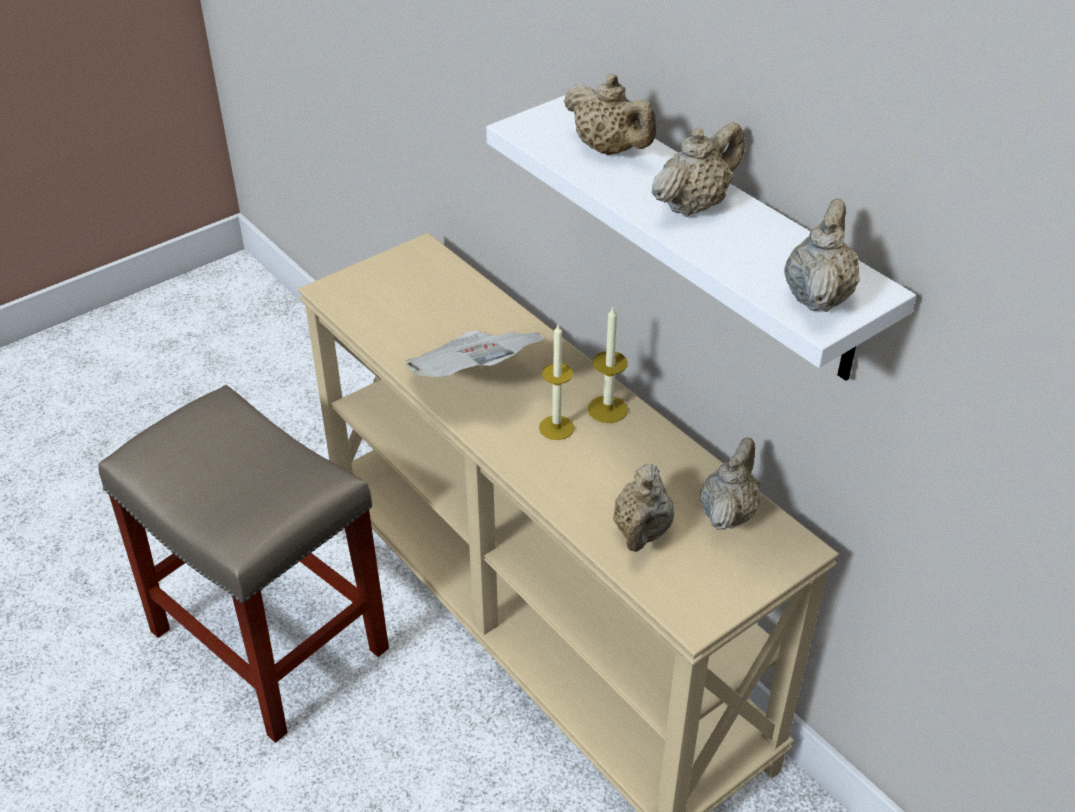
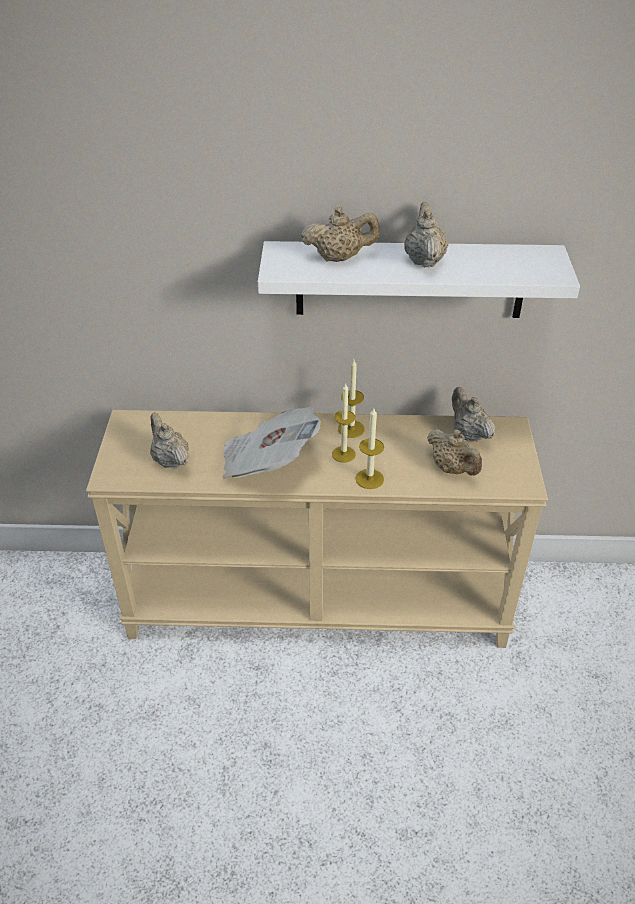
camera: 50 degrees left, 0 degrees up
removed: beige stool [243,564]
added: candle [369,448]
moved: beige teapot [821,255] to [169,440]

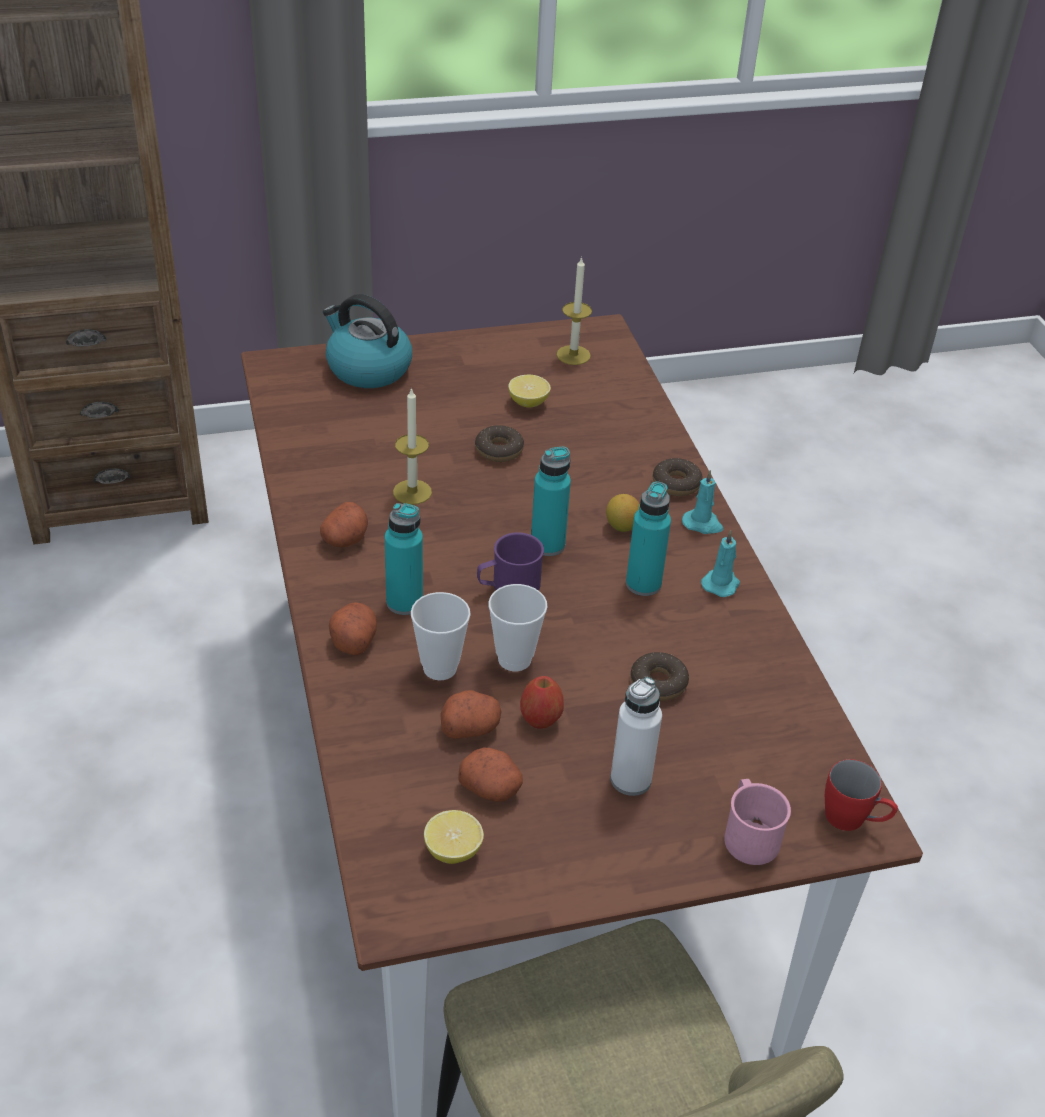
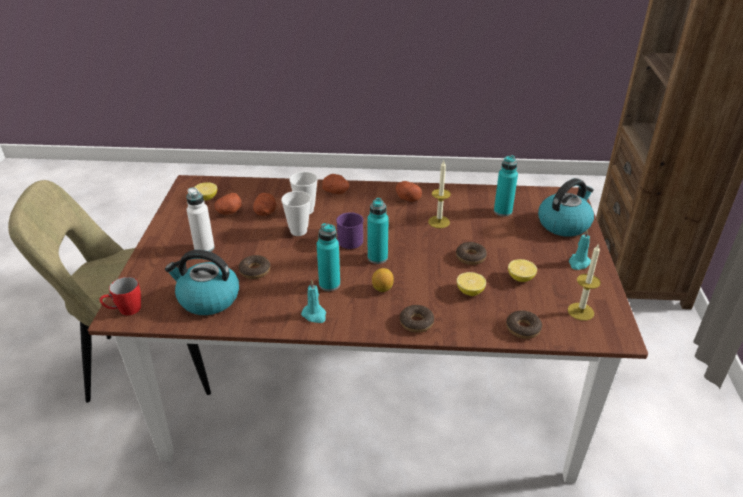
camera: 110 degrees right, 5 degrees down
removed: apple [542,702]; pink mug [757,822]
added: kettle [202,282]; lemon [471,284]; donut [524,324]
moved: turquoise candle [703,502] to [580,249]; turquoise bottle [404,559] to [506,185]

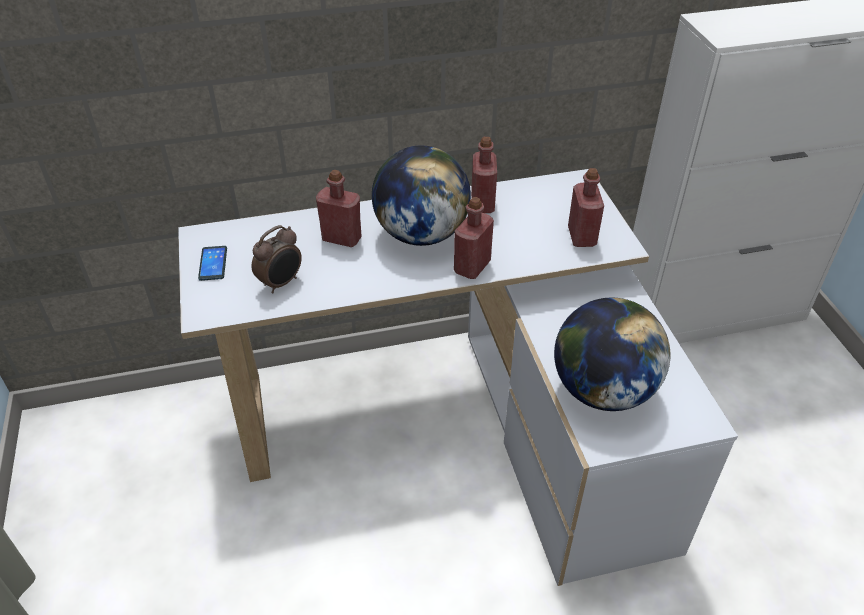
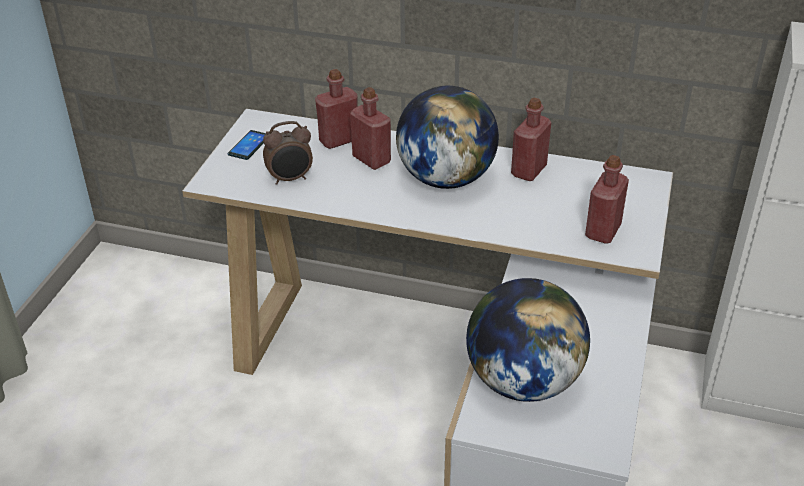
camera: 30 degrees right, 5 degrees down
moved: red bottle [474,238] to [336,109]

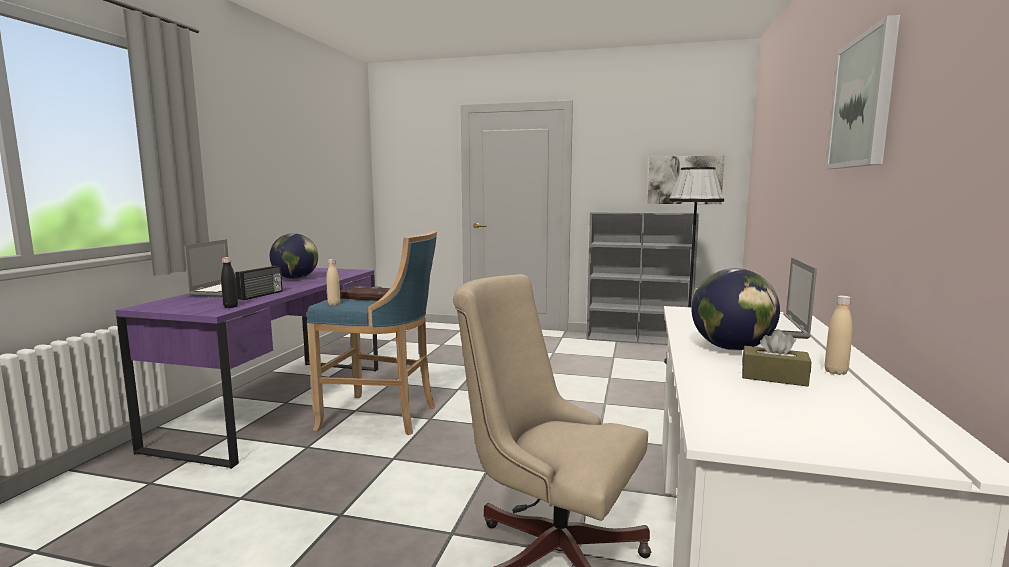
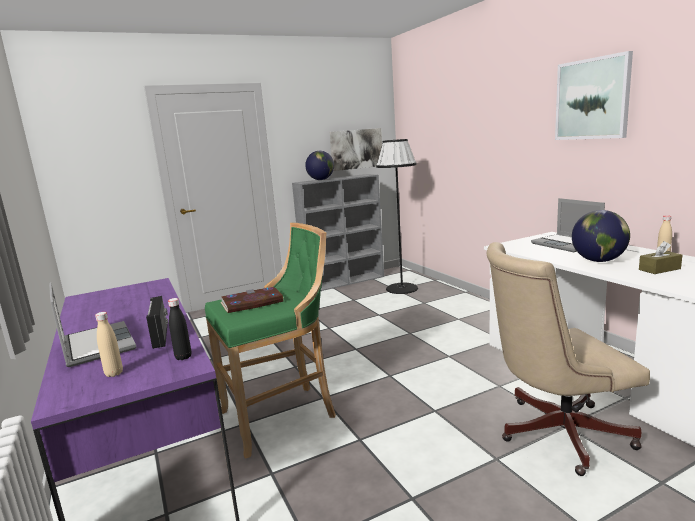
camera: 40 degrees left, 5 degrees up
moved: globe [294,256] to [319,165]; beige bottle [333,282] to [109,344]
recoloured: blue stool [372,333] to green stool [270,341]

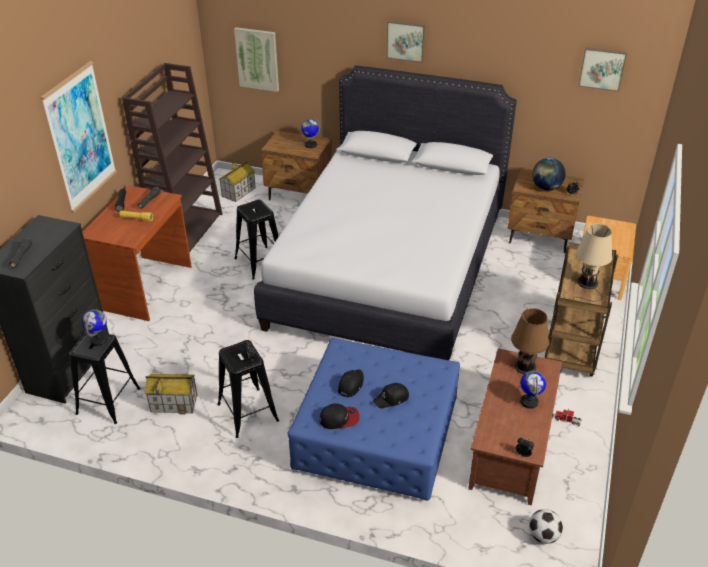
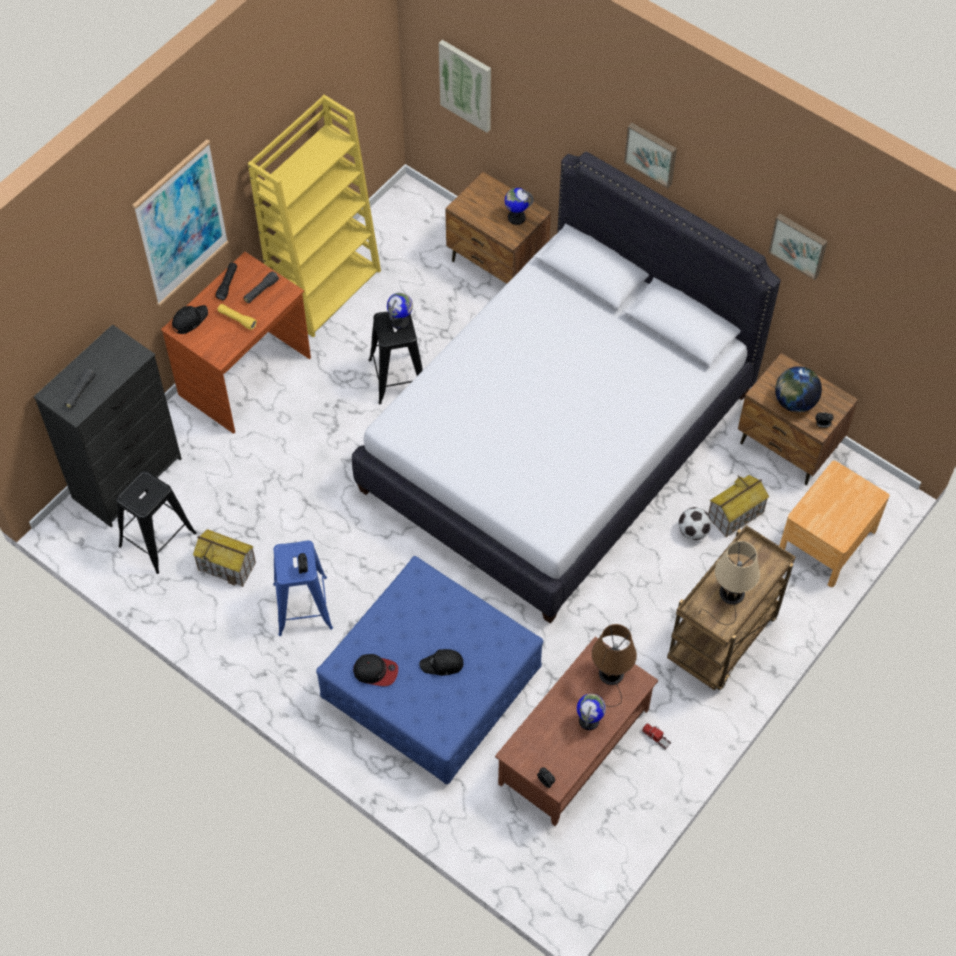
camera: 20 degrees right, 20 degrees up
moved: picture [602,69] to [798,247]; toy house [237,182] to [738,506]; globe [95,327] to [400,311]; black cap [351,383] to [190,319]; football [546,526] to [695,523]
recoloured: brown bookcase [172,157] to yellow bookcase [314,216]; black stool [248,389] to blue stool [303,588]

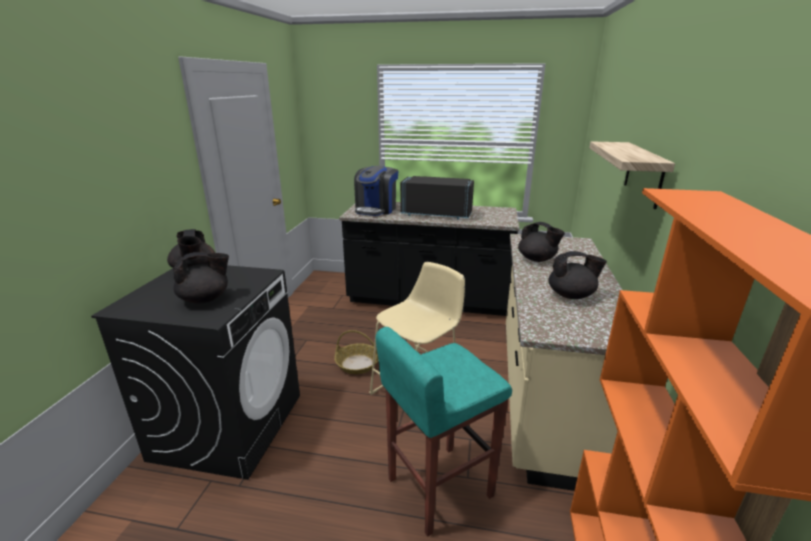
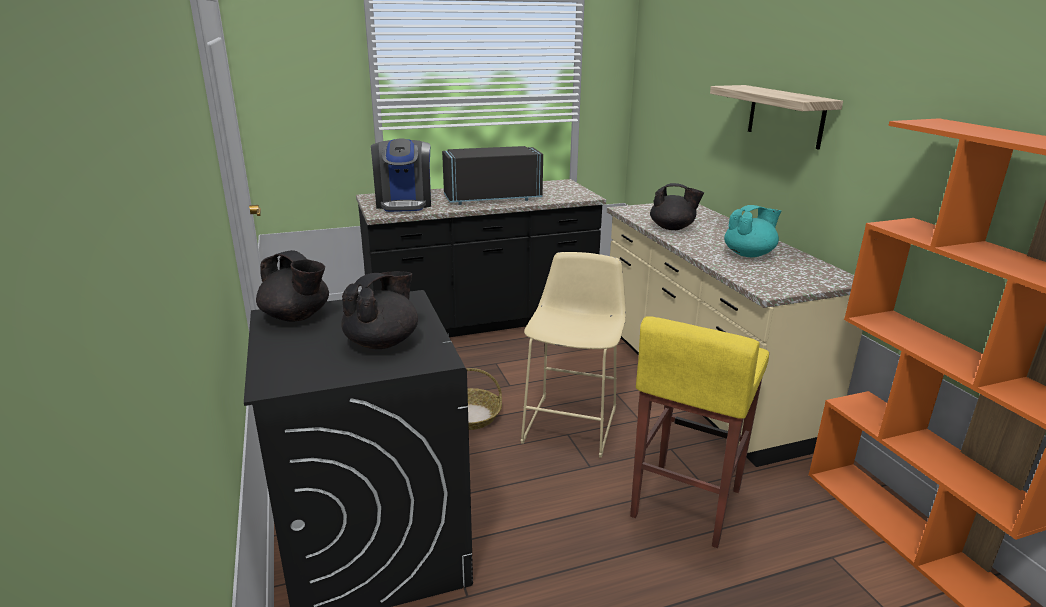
camera: 30 degrees left, 0 degrees up
recoloured: black teapot [578,275] to turquoise teapot [752,231]; turquoise stool [444,432] to yellow stool [699,432]

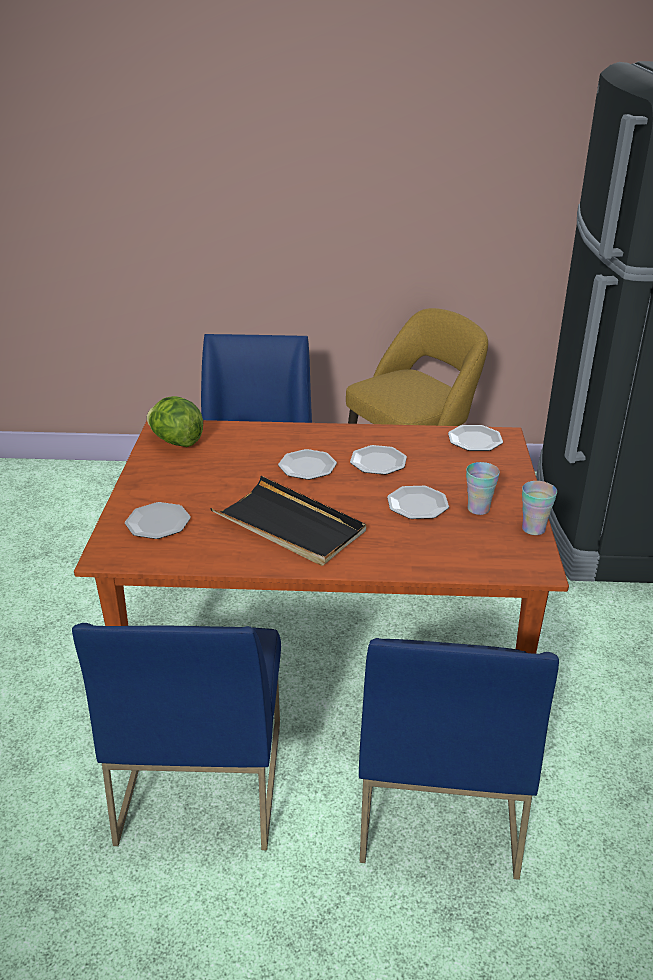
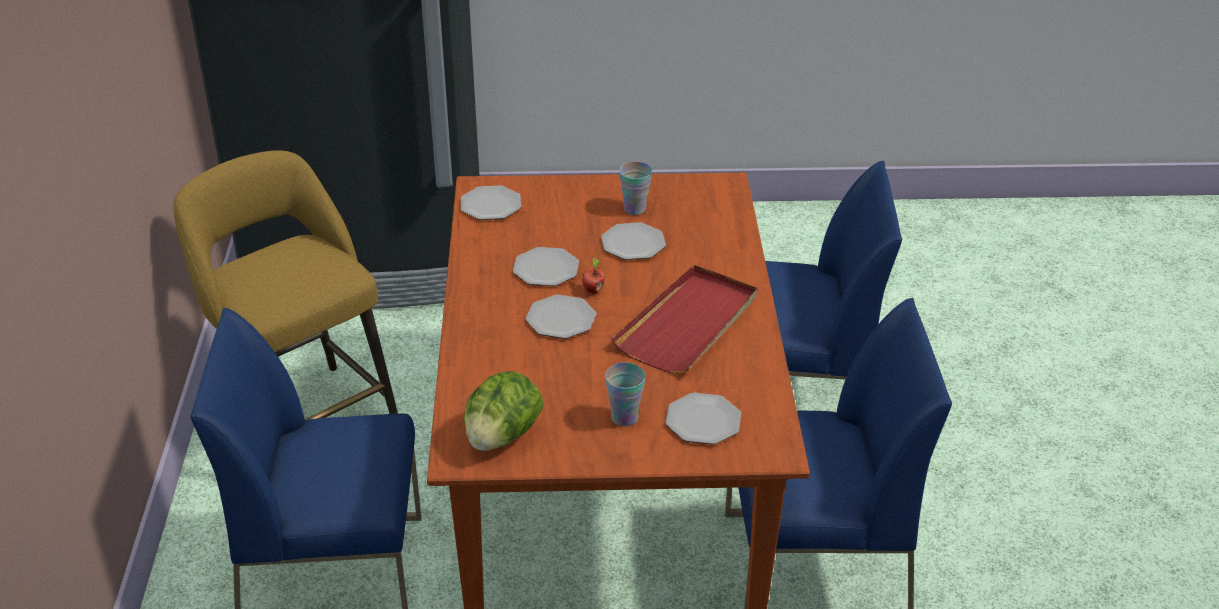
camera: 95 degrees left, 5 degrees up
added: apple [593,275]
moved: cup [539,508] to [625,394]
recoloured: black tray [288,521] to red tray [684,319]

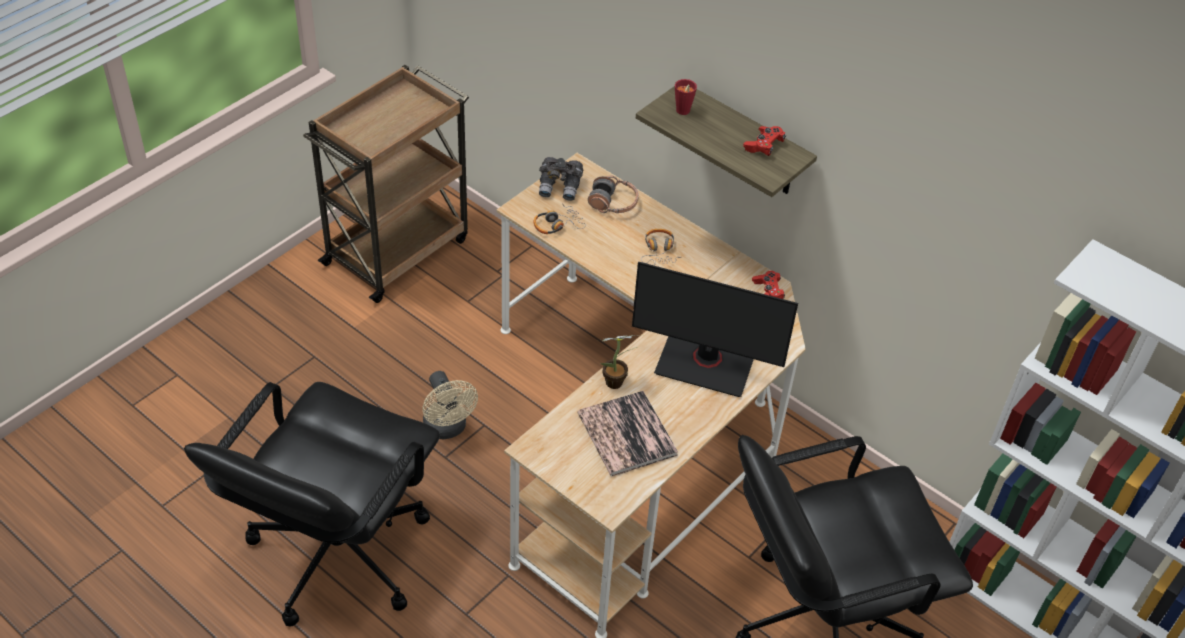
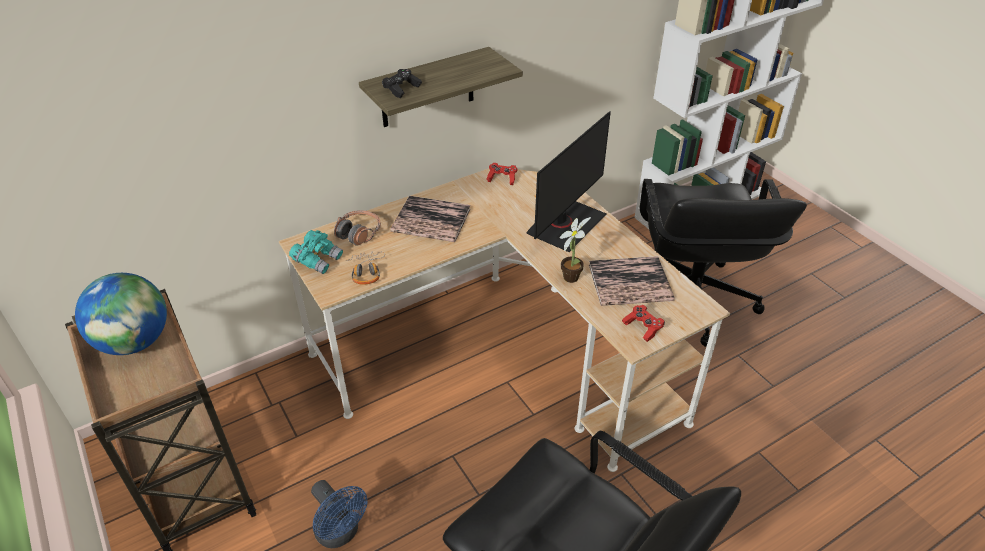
camera: 70 degrees left, 5 degrees down
removed: beige fan [450,405]
added: globe [121,314]; blue fan [339,514]
moved: red game controller [764,141] to [643,323]
replaced: red cup [686,97] to black game controller [402,83]; headphones [661,246] to book [430,219]
recoloured: grey binoculars [561,179] to turquoise binoculars [316,252]

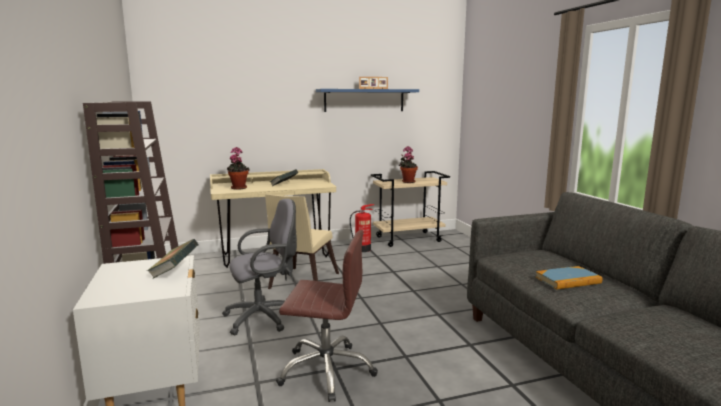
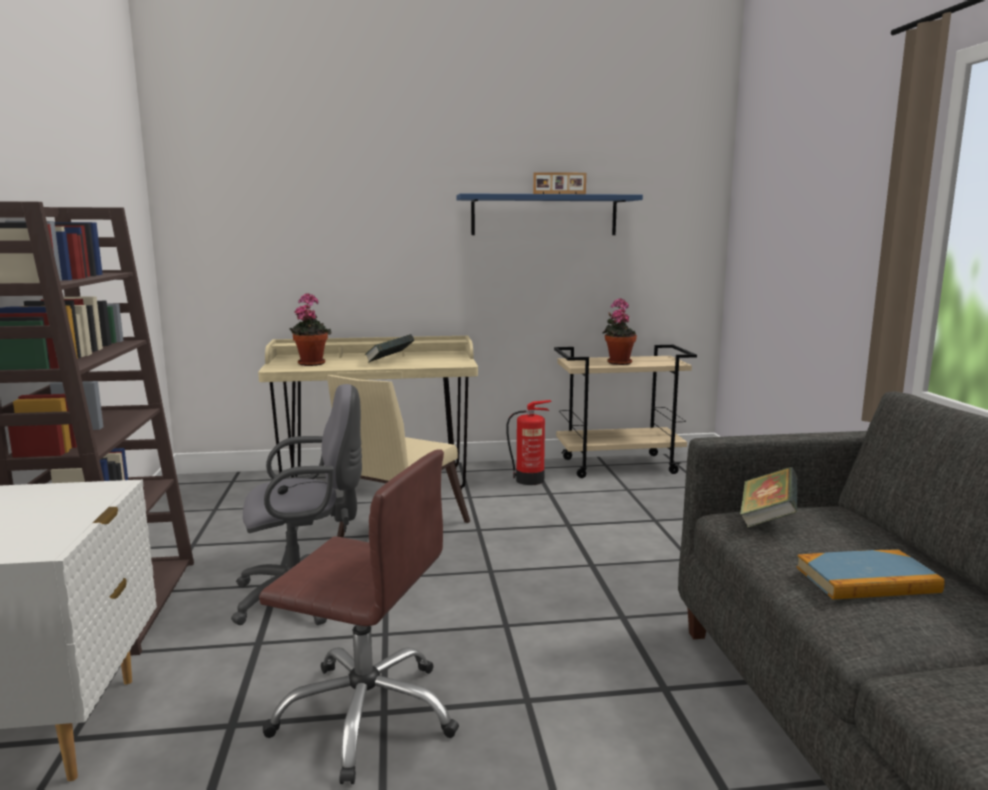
camera: 10 degrees right, 0 degrees up
moved: book [172,258] to [768,497]

